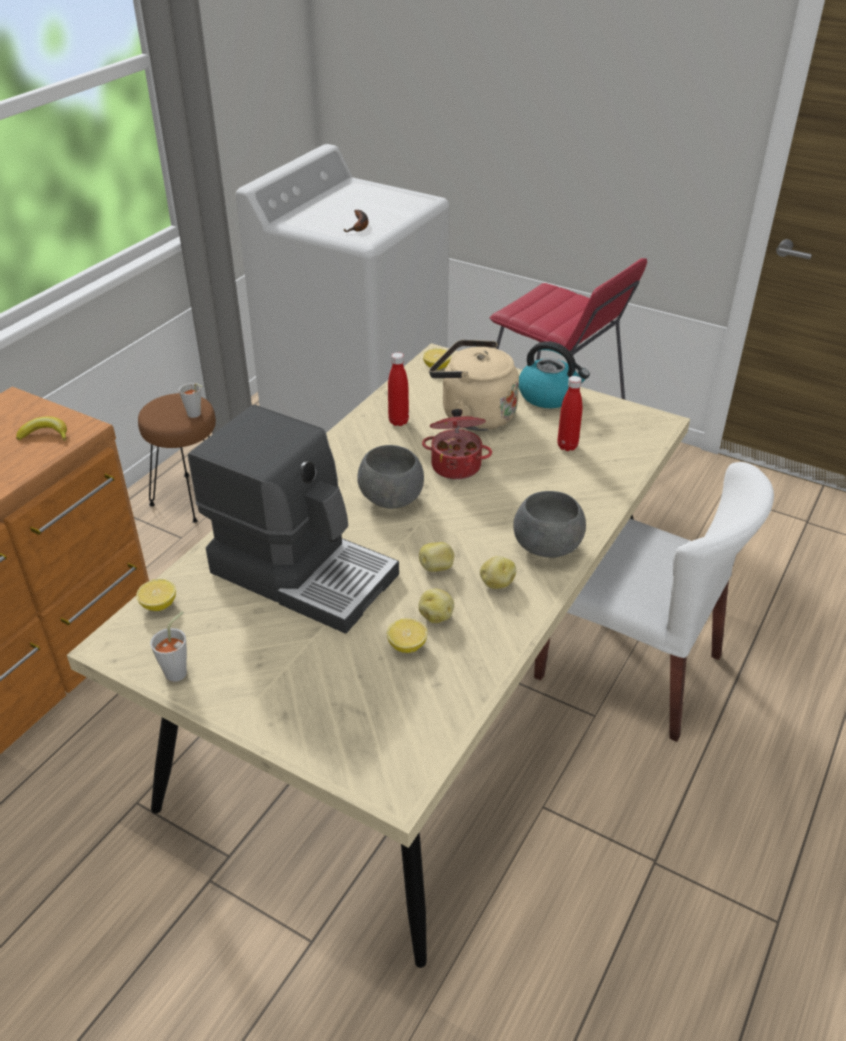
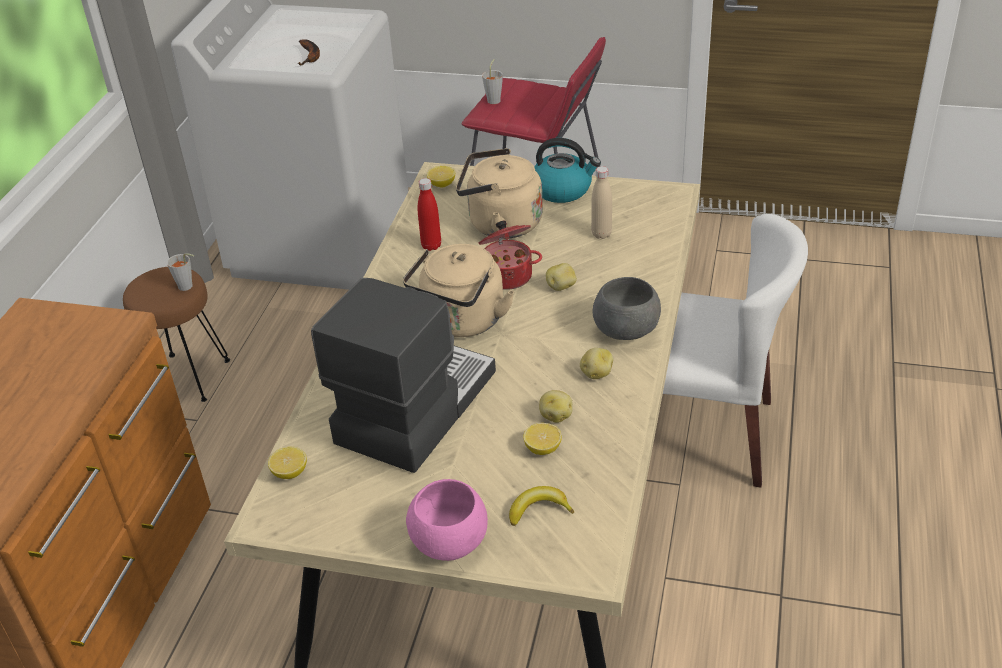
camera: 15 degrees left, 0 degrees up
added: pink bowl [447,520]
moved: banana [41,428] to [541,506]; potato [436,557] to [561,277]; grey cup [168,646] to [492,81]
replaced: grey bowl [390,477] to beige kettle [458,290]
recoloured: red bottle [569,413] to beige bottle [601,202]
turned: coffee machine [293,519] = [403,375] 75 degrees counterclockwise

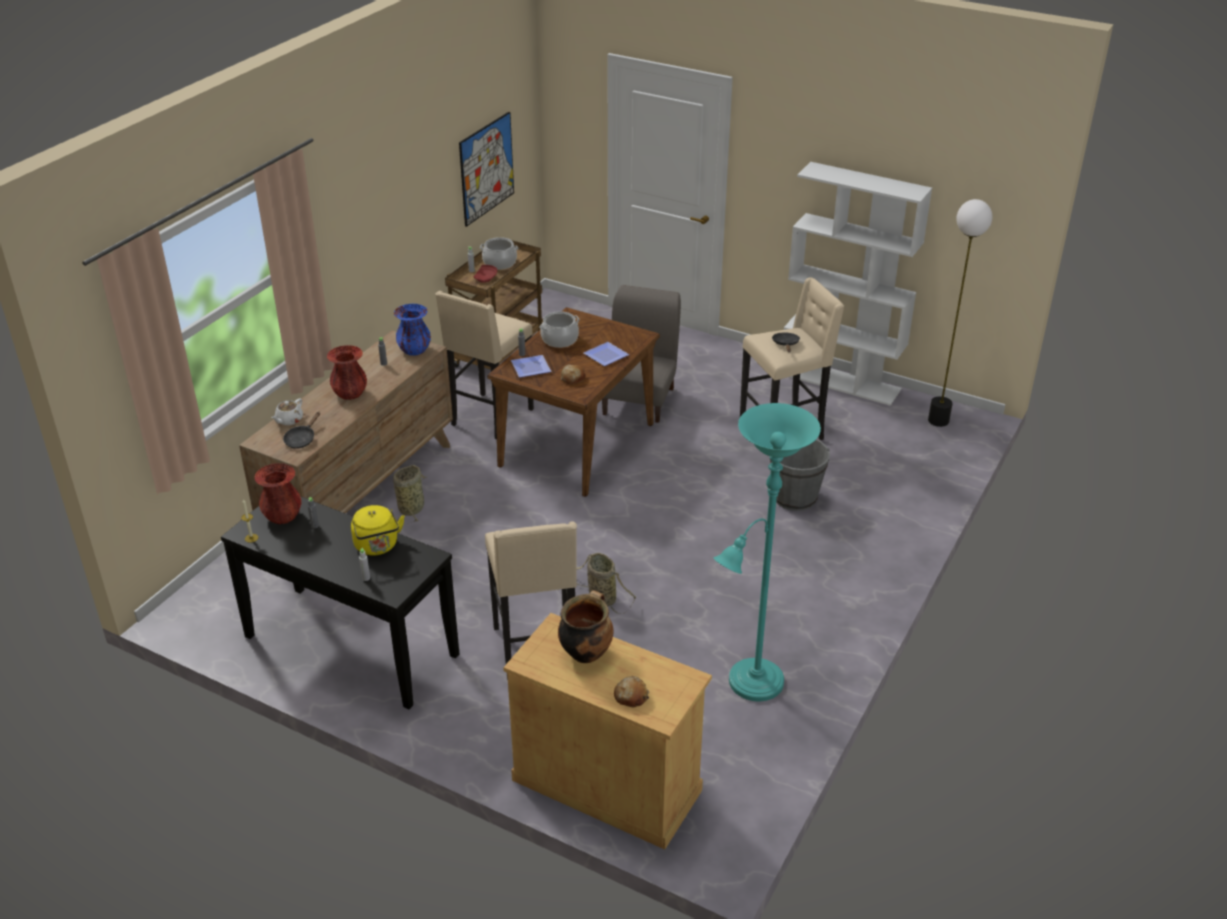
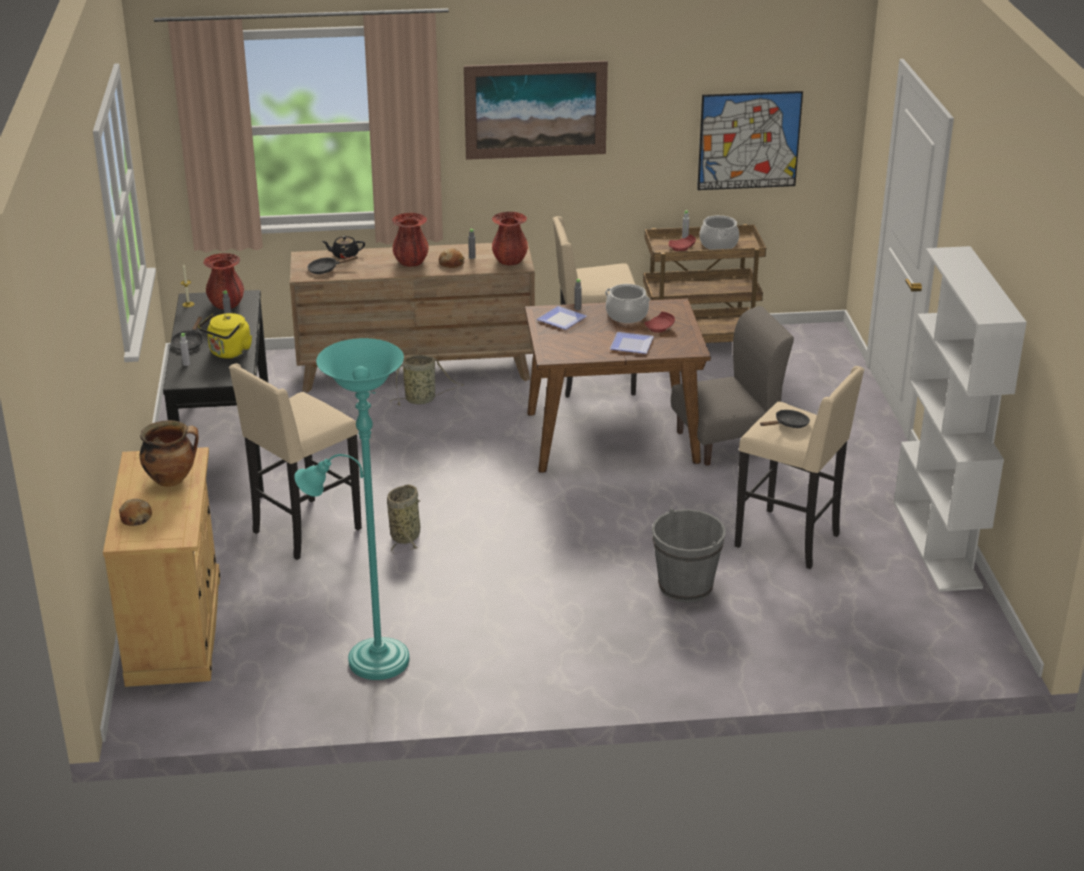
camera: 55 degrees right, 5 degrees down
removed: floor lamp [960,313]
added: picture [536,110]; red plate [659,322]; black frying pan [187,333]
moved: bread [573,374] to [452,258]
recoloured: blue vase [412,329] to red vase [510,238]; white teapot [287,412] to black teapot [343,247]

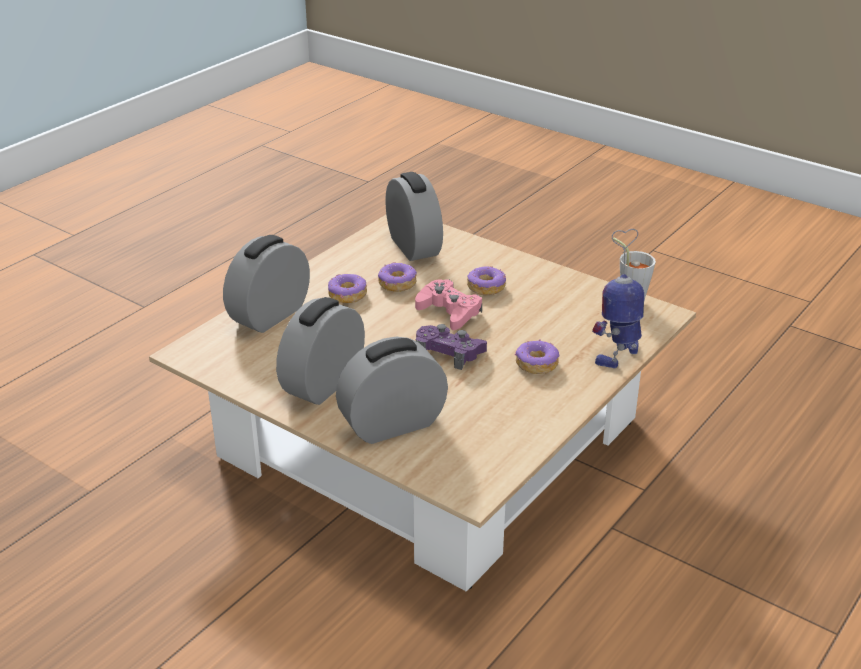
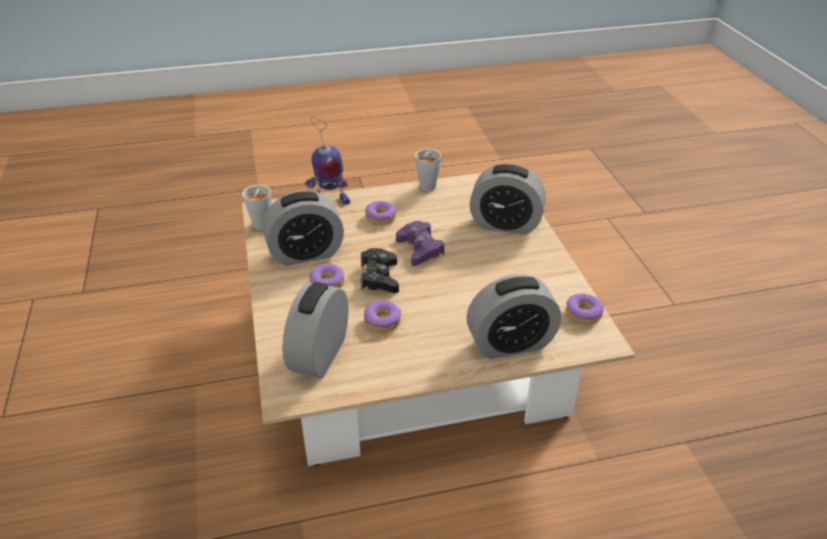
camera: 140 degrees left, 5 degrees up
added: grey cup [428,170]
moved: donut [347,288] to [585,308]; alarm clock [320,351] to [303,228]
recoloured: pink game controller [448,304] to black game controller [380,270]

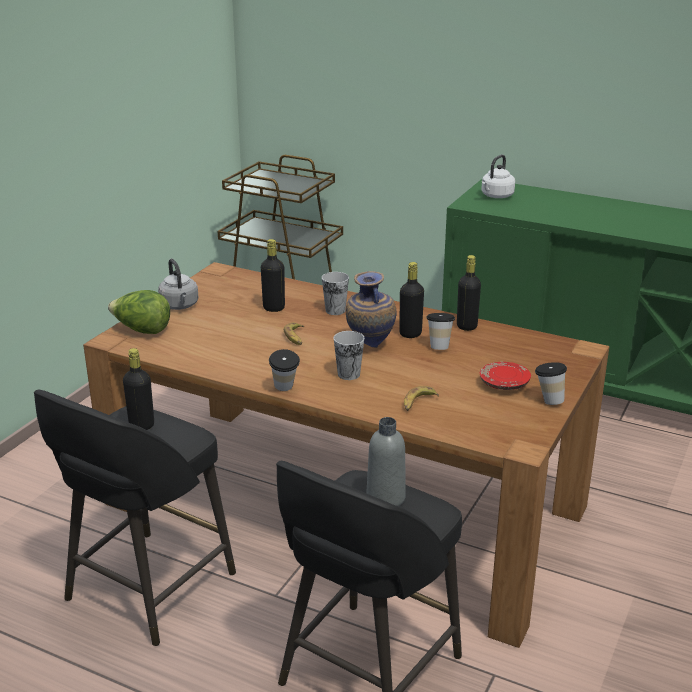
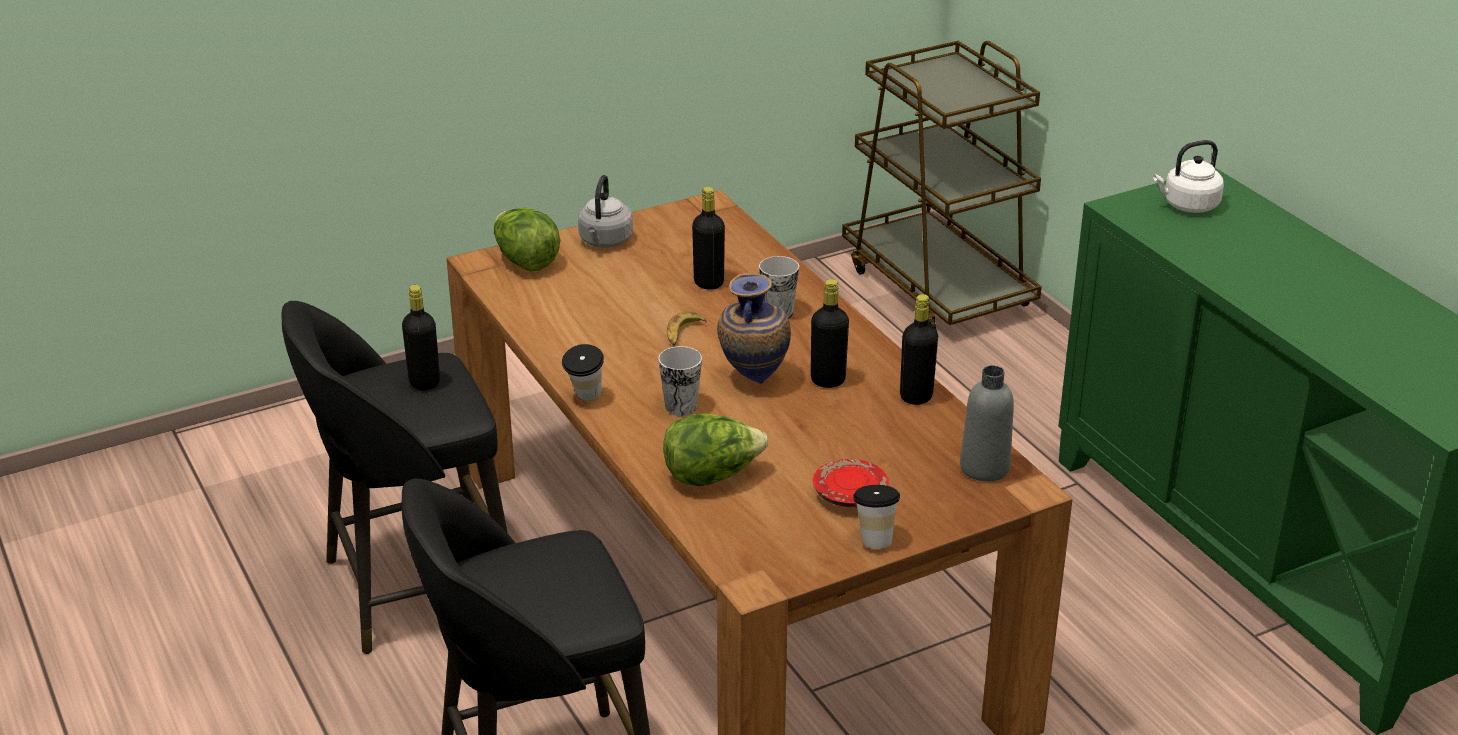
camera: 35 degrees right, 5 degrees up
removed: cup [441,331]
moved: grey bottle [386,461] to [987,423]
replaced: banana [421,398] to lettuce [715,449]

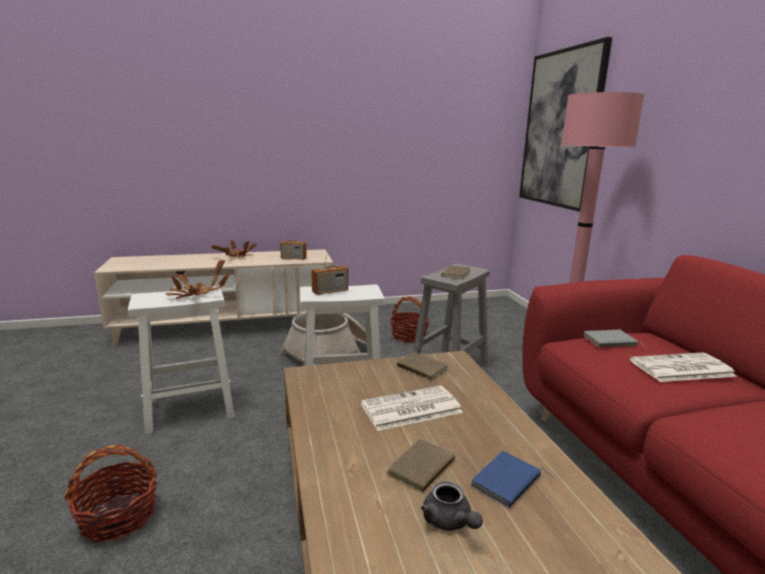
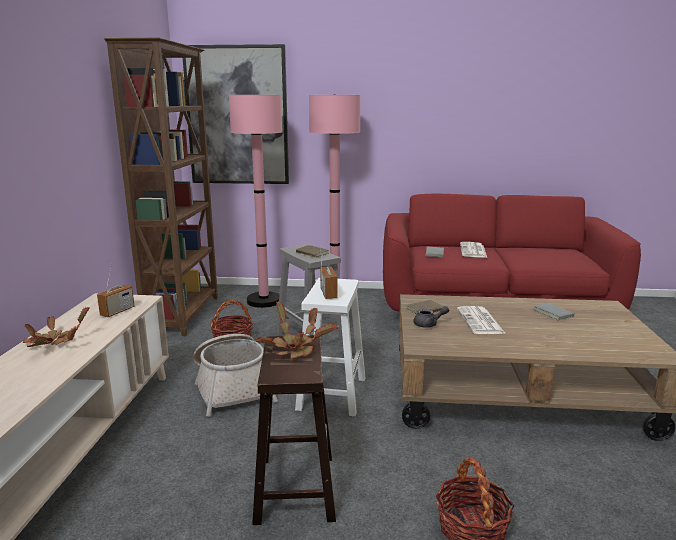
camera: 70 degrees left, 0 degrees up
removed: brown book [426,465]
added: brown bookcase [161,186]; pink floor lamp [255,201]
moved: grey teapot [452,506] to [431,317]
recoloured: white stool [181,360] to brown stool [294,430]; blue book [512,479] to grey book [554,311]

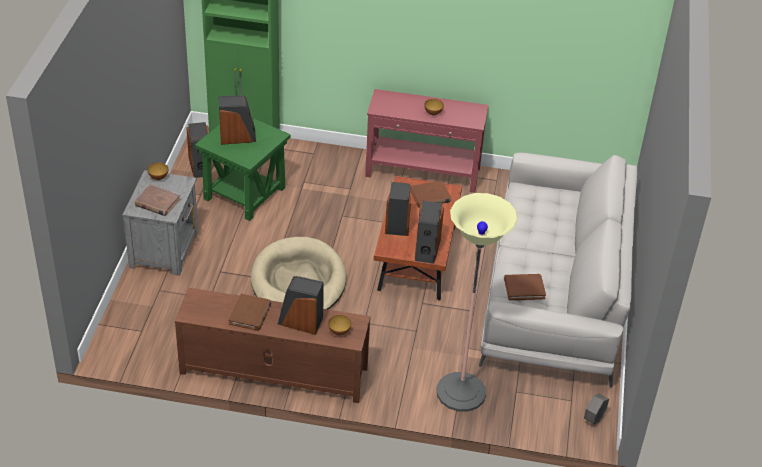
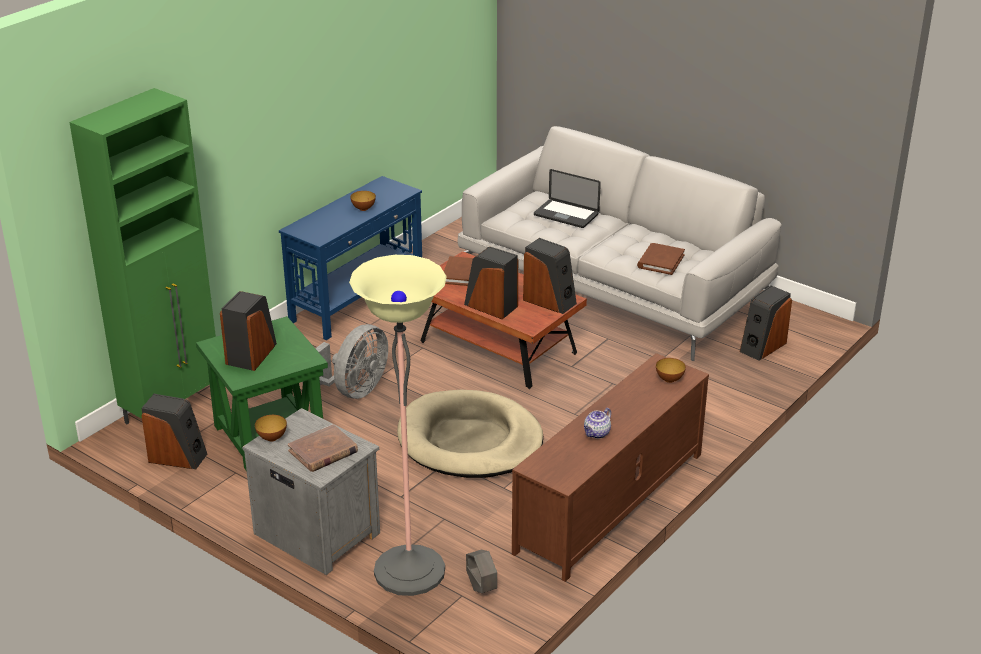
camera: 60 degrees left, 10 degrees down
added: laptop [567,198]; grey fan [351,361]
moved: floor lamp [476,302] to [398,425]; speaker [301,305] to [766,322]; grey planter [596,409] to [481,571]
replaced: brown book [250,312] to teapot [597,423]
recoloured: red console table [427,141] to blue console table [350,258]

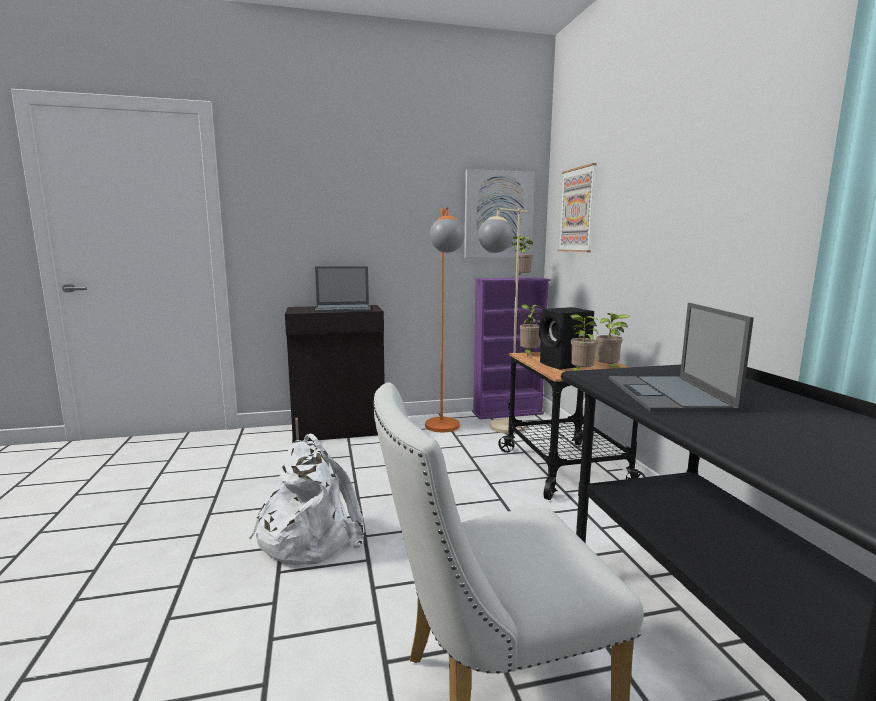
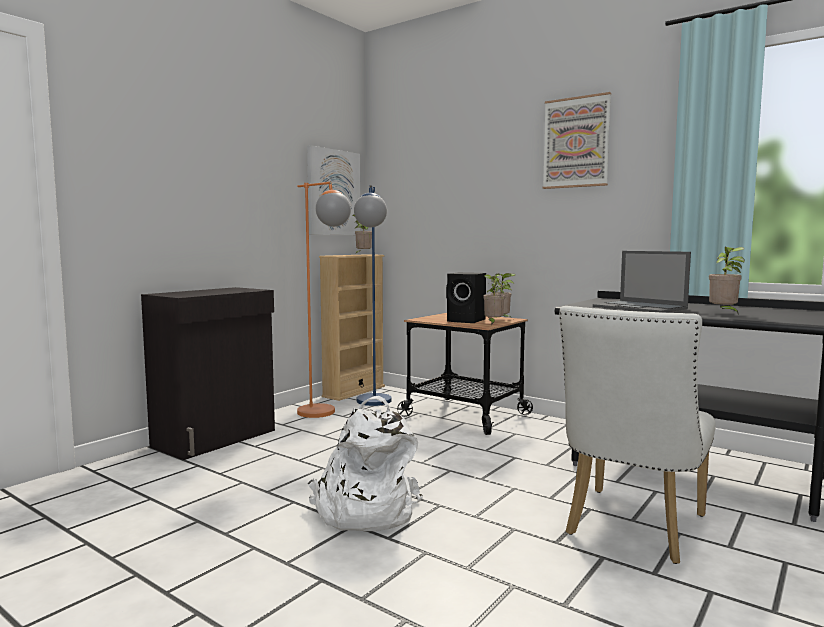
camera: 40 degrees left, 5 degrees down
removed: laptop [343,289]
moved: picture [577,207] to [577,140]; potted plant [531,330] to [727,280]
recoloured: beige floor lamp [502,321] to blue floor lamp [373,295]; purple bookcase [511,348] to beige bookcase [352,327]

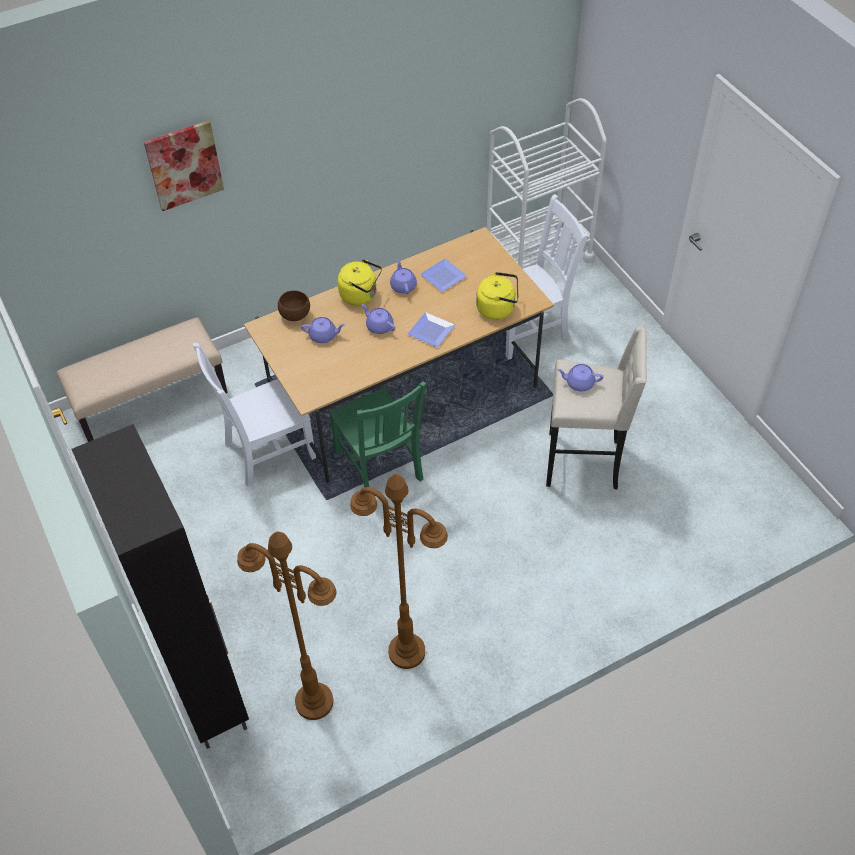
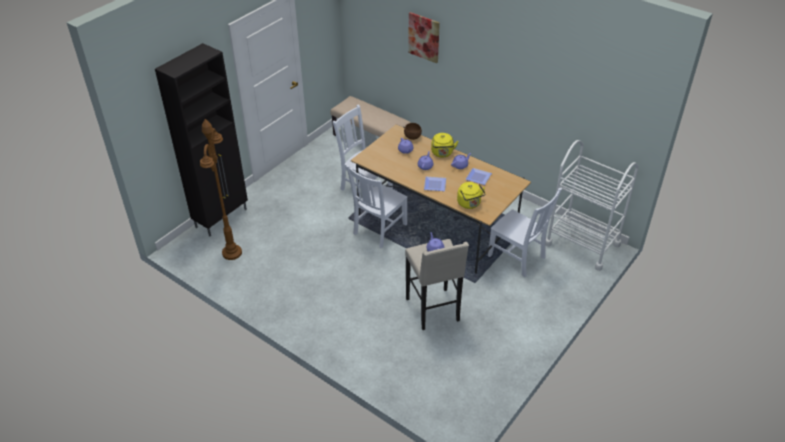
camera: 65 degrees right, 10 degrees down
removed: brown floor lamp [399,571]
recoloured: green chair [377,434] to white chair [377,206]

